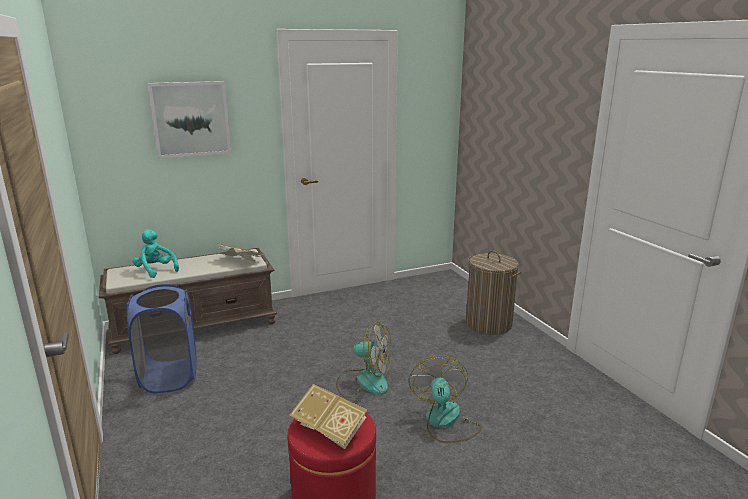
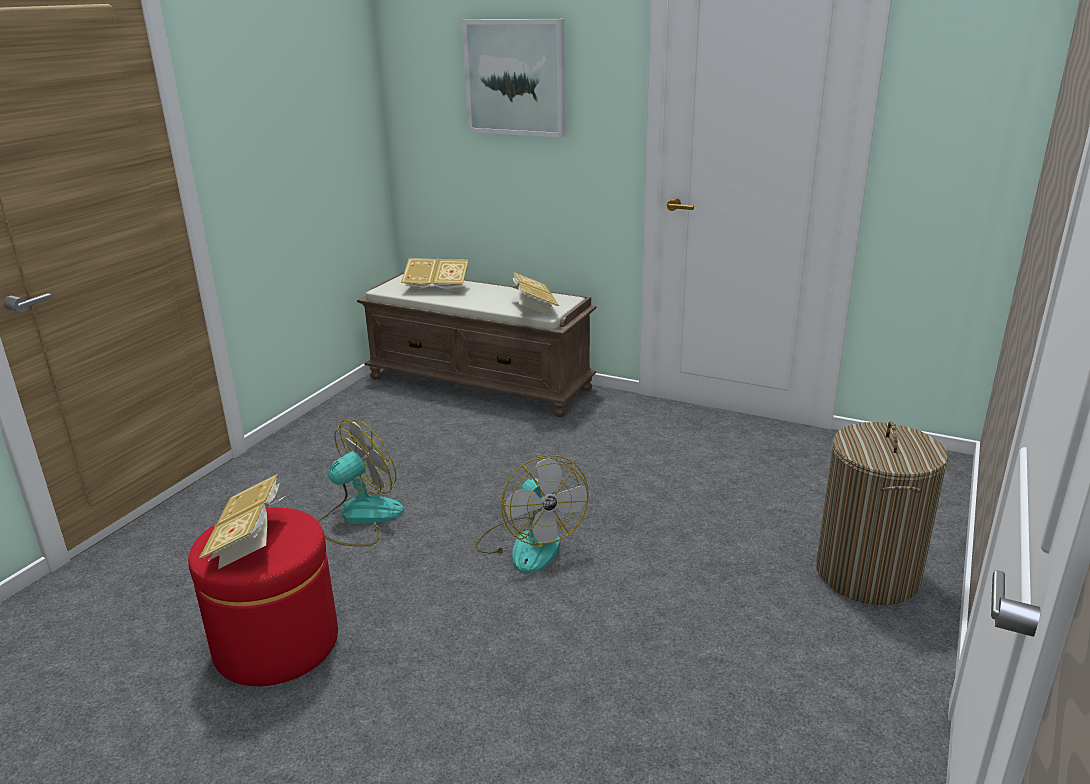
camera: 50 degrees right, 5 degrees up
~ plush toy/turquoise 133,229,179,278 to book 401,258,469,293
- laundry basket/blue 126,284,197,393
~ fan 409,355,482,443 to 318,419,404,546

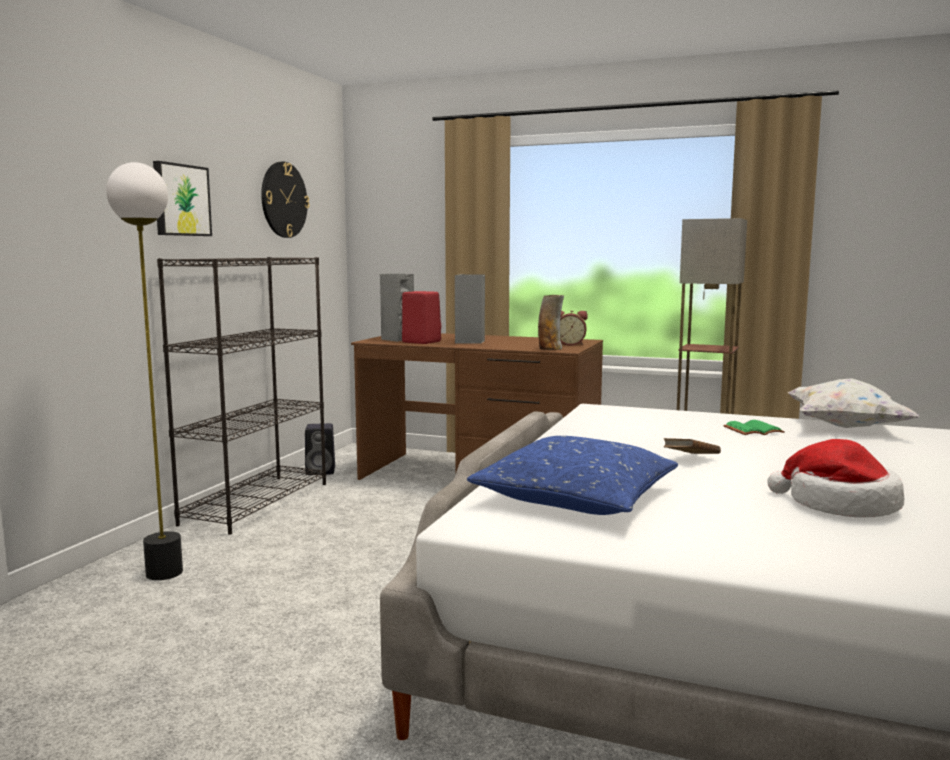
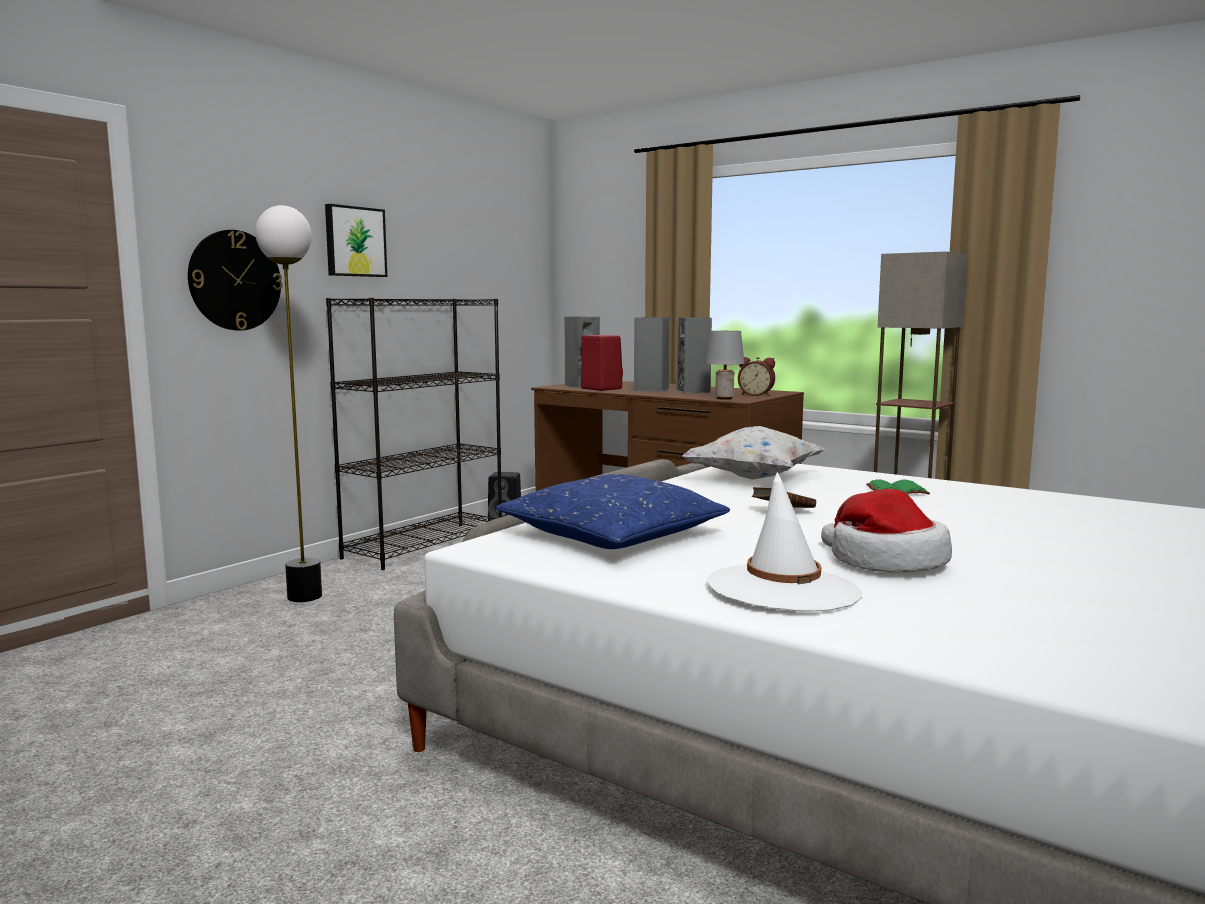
camera: 15 degrees right, 0 degrees up
~ wall clock 261,162,310,238 to 188,230,282,331
~ vase 538,295,564,350 to table lamp/grey 706,331,744,400
~ pillow/white 788,378,920,428 to 683,426,824,480
+ speaker/grey 676,317,712,393
+ hat/white 707,472,862,611

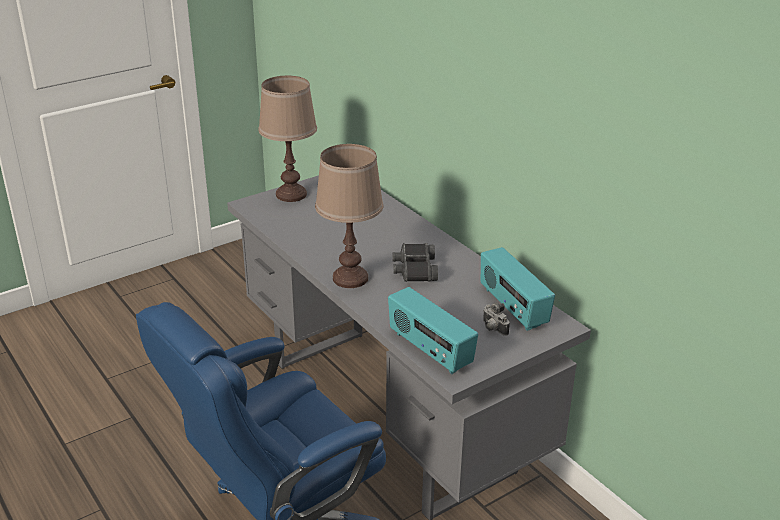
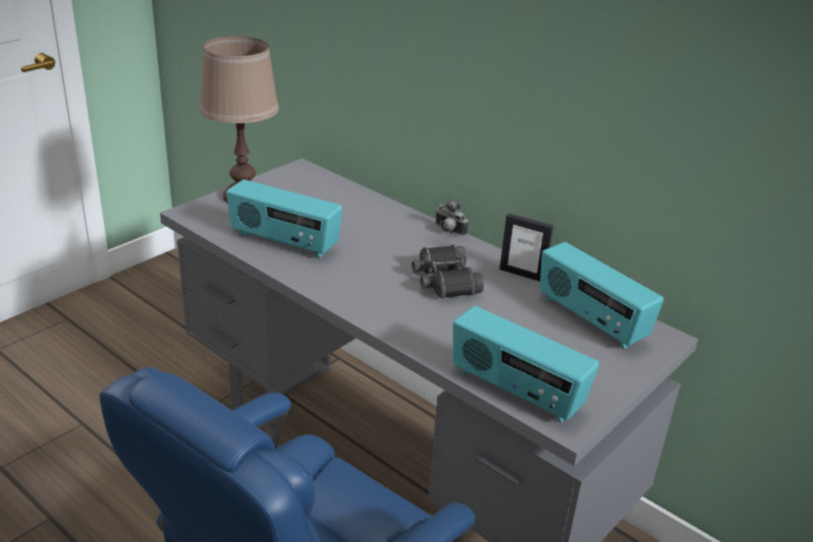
camera: 15 degrees left, 0 degrees up
- table lamp/brown 315,144,384,288
~ photo camera 483,302,510,336 to 435,200,468,236
+ radio 226,179,343,258
+ picture frame 499,213,553,281

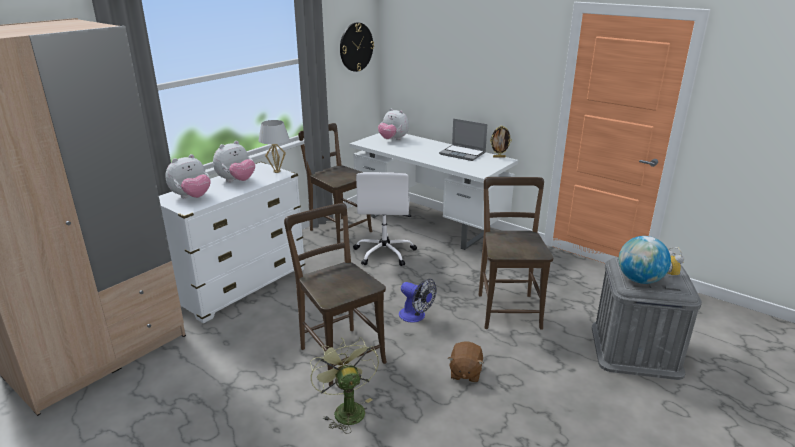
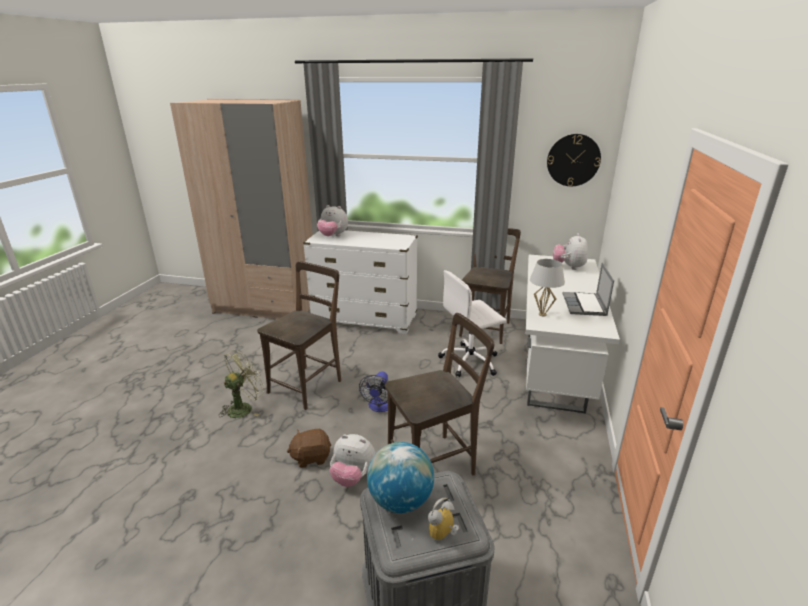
camera: 65 degrees right, 0 degrees up
~ table lamp/white 258,120,289,173 to 530,259,565,317
- picture frame 490,126,512,158
~ plush toy 213,141,255,182 to 330,434,376,487

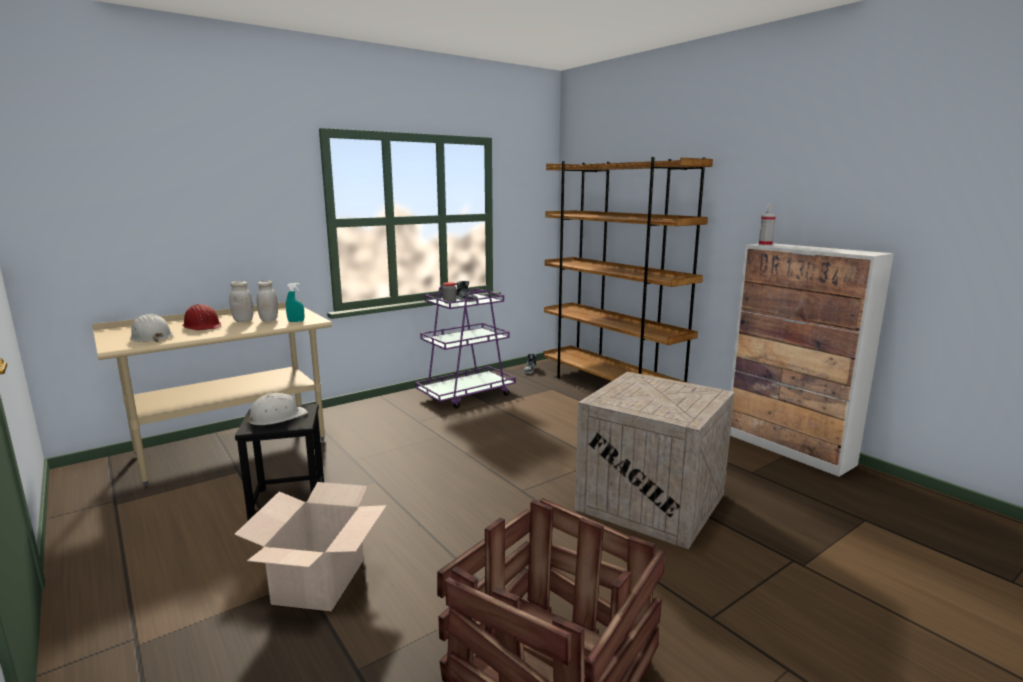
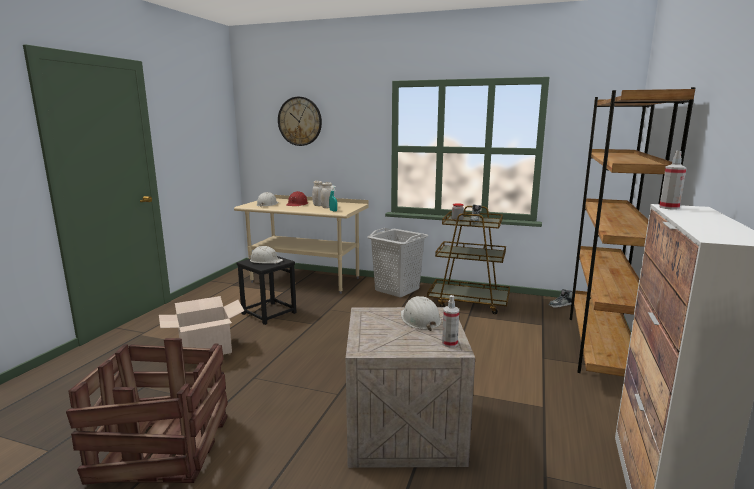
camera: 55 degrees right, 0 degrees up
~ cart/purple 415,283,516,409 to cart/brown 427,206,510,314
+ wall clock 278,97,322,146
+ laundry basket/grey 367,228,428,297
+ spray bottle 442,295,459,347
+ hard hat/white 401,296,442,331

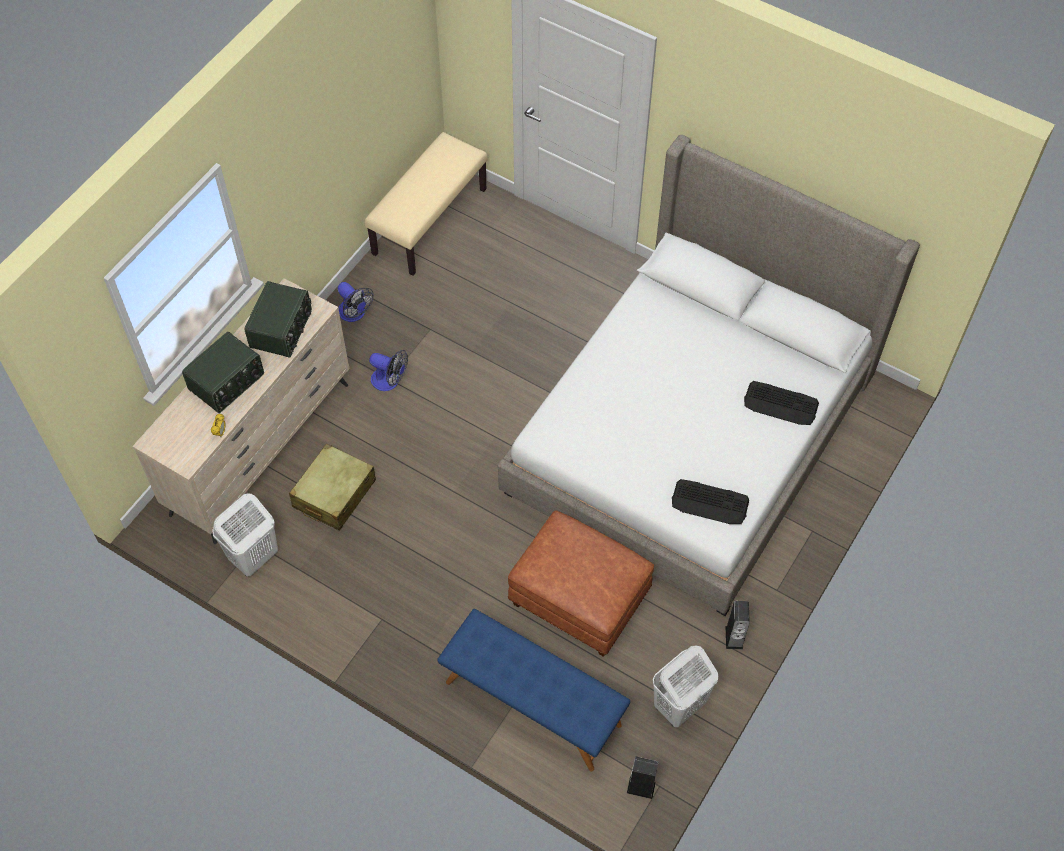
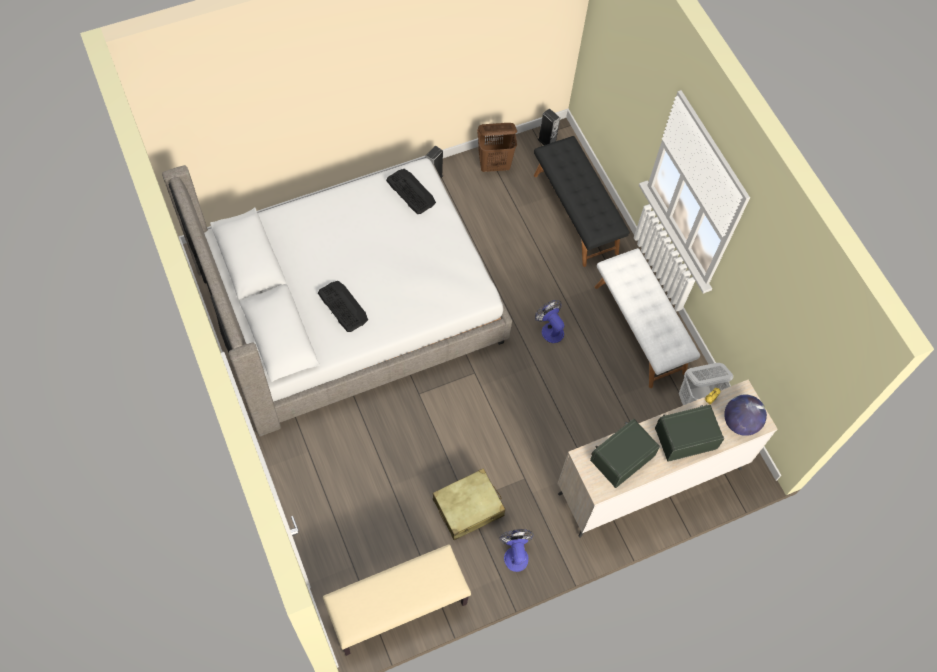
camera: 150 degrees left, 5 degrees up
~ fan 369,350,408,391 to 535,300,564,343
~ keyboard 744,381,819,425 to 318,281,368,332
~ suitcase/beige 289,444,376,531 to 433,468,505,540
- ottoman/brown 508,510,654,657
~ bench/blue 437,609,630,771 to bench/black 534,136,629,267
~ laundry basket/white 653,646,718,727 to laundry basket/brown 477,123,517,172
+ bench/white 595,248,700,388
+ globe 724,395,767,436

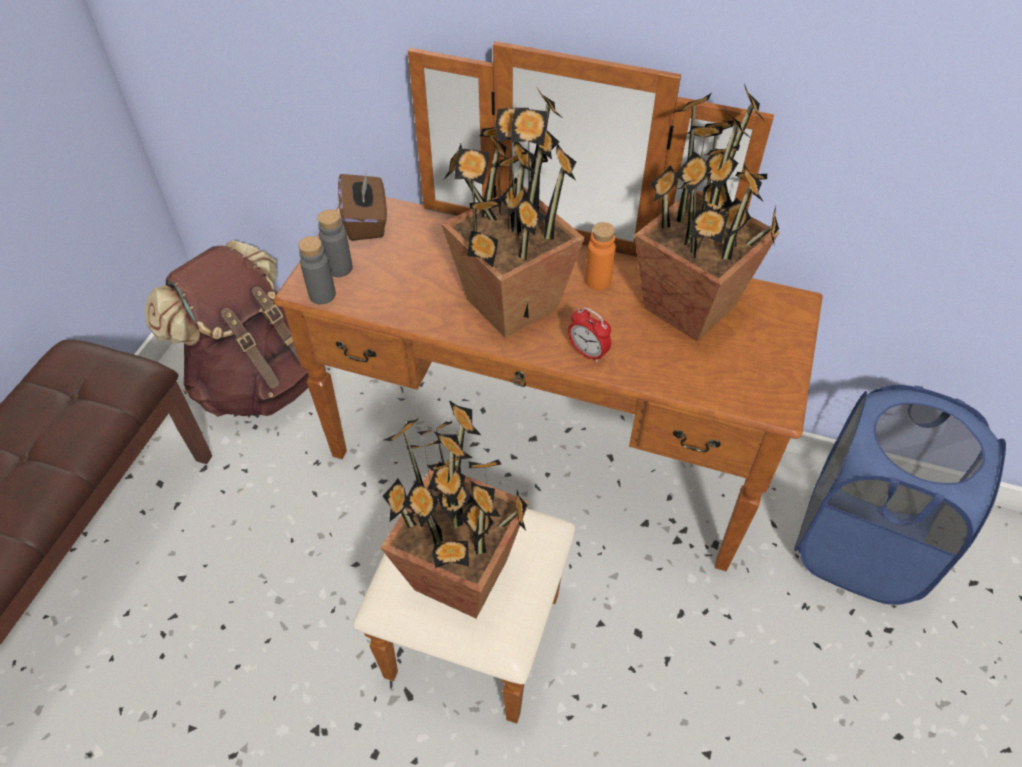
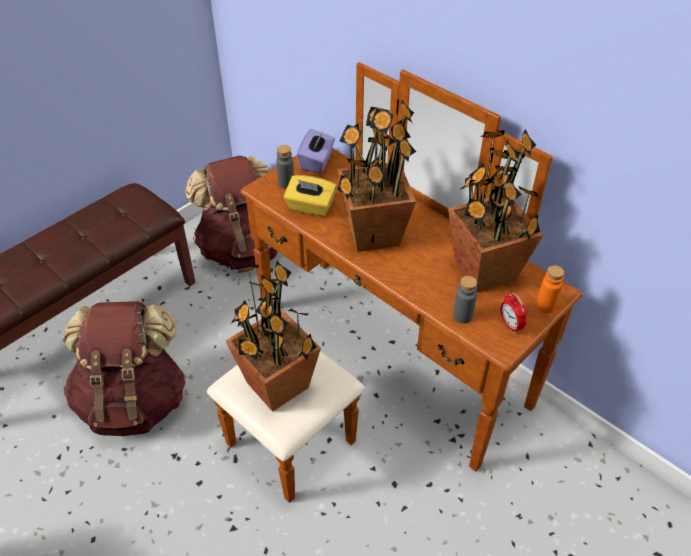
camera: 25 degrees right, 5 degrees down
~ tissue box/brown 338,171,387,241 to tissue box/purple 297,129,335,173
~ bottle/orange 585,222,616,290 to 536,265,564,313
~ bottle/grey 298,236,336,305 to 453,276,477,324
~ alarm clock 568,307,611,363 to 500,293,528,334
- laundry basket/blue 794,385,1006,605
+ tissue box/yellow 284,175,336,217
+ backpack/brown 62,301,186,436

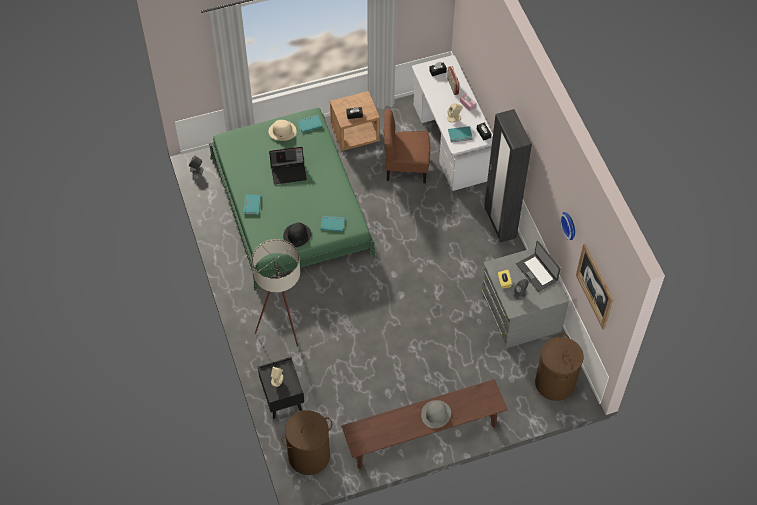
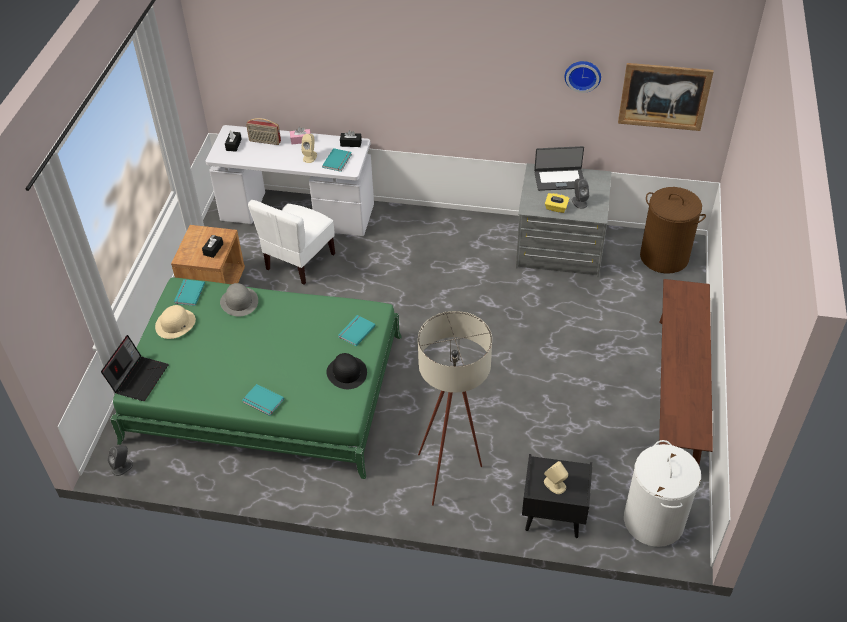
camera: 60 degrees left, 10 degrees down
~ chair/brown 384,109,430,184 to chair/white 248,200,335,285
- wardrobe/black 484,109,532,243
~ laptop 269,147,307,184 to 101,335,169,401
~ hat/grey 421,400,451,428 to 220,283,258,316
~ laundry basket/brown 282,410,332,475 to laundry basket/white 624,440,701,547

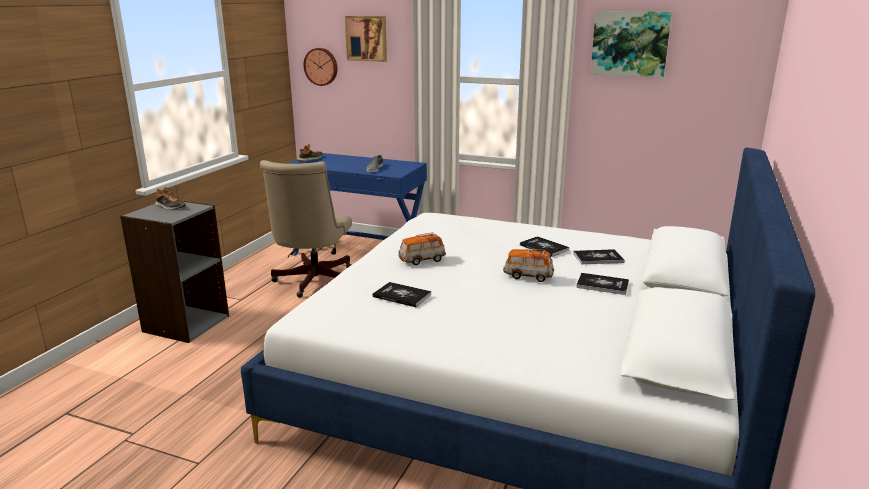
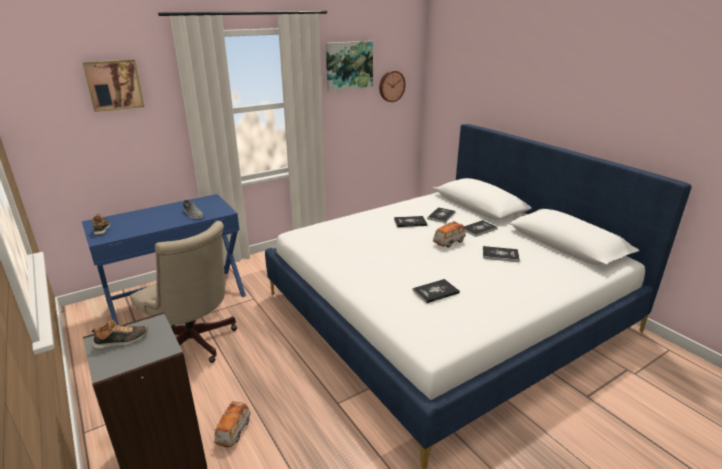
camera: 55 degrees left, 5 degrees up
~ wall clock 303,48,337,86 to 379,71,406,102
~ toy car 398,232,446,265 to 214,401,251,447
+ book 483,246,520,262

